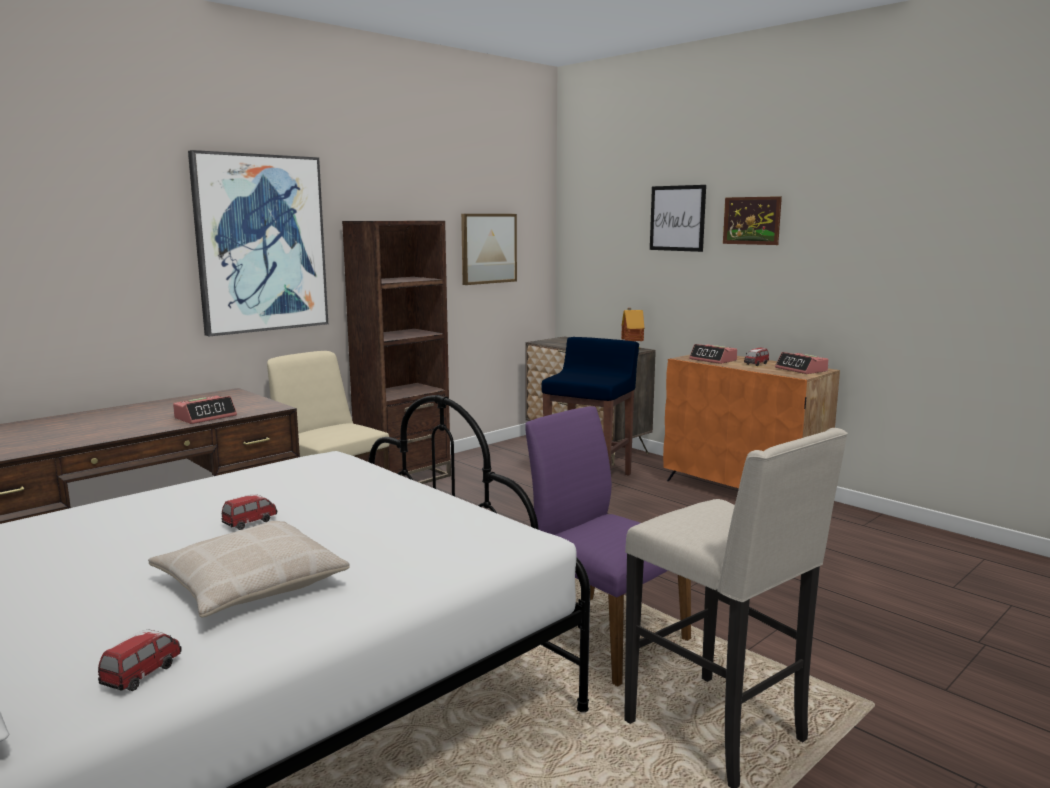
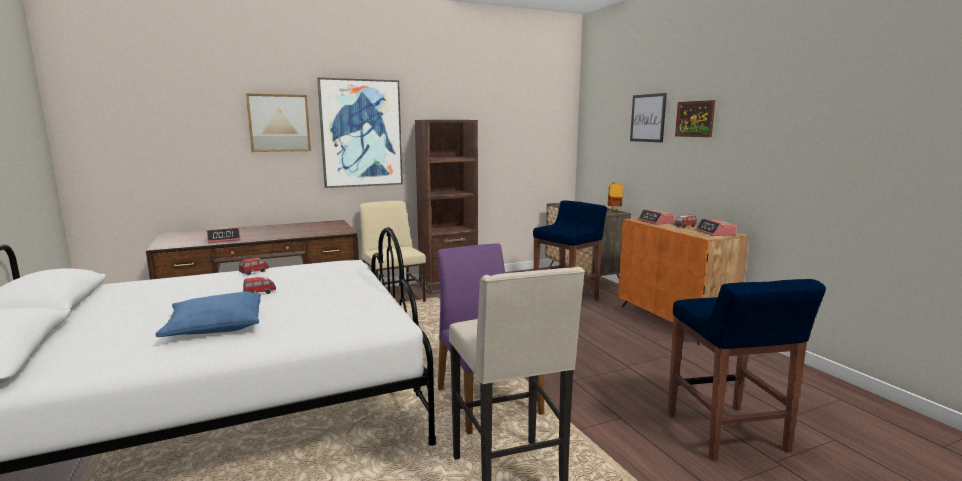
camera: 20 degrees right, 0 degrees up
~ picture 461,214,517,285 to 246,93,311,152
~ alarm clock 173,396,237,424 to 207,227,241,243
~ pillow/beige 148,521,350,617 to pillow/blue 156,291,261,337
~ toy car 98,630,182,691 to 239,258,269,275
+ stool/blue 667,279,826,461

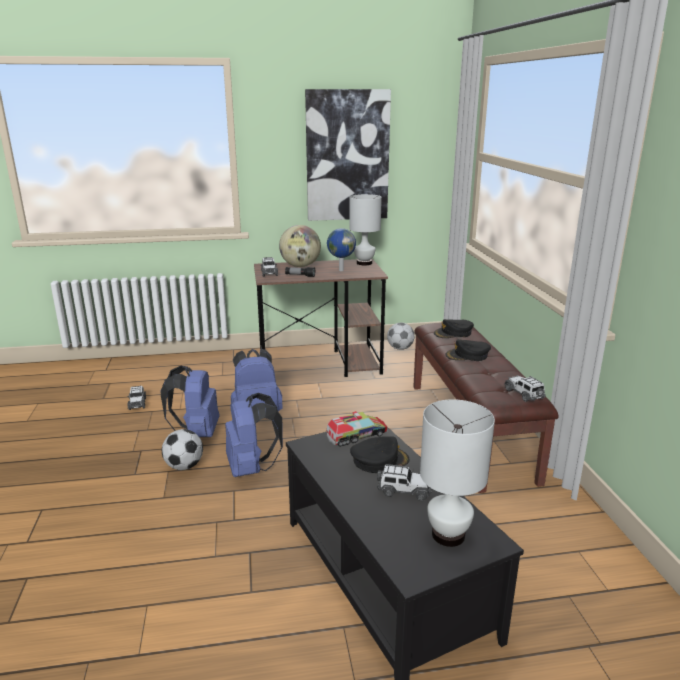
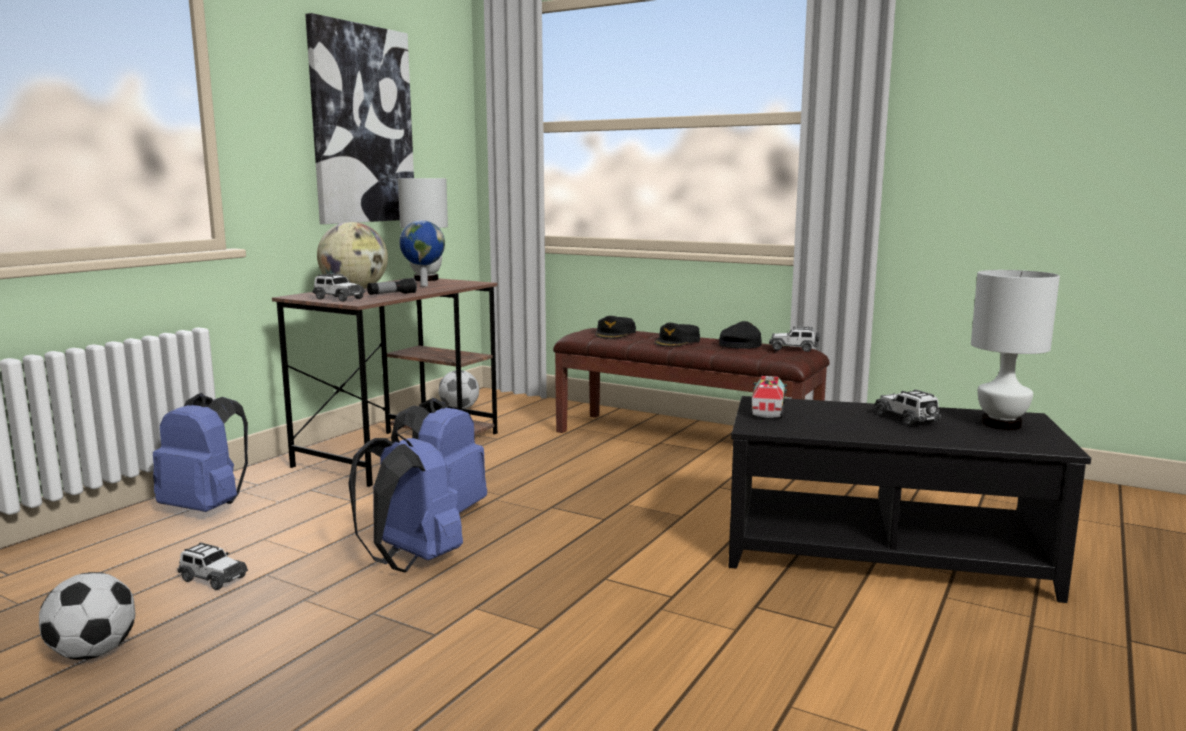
camera: 50 degrees left, 10 degrees down
~ backpack/blue 225,393,283,477 to 153,393,248,512
~ football 162,429,203,470 to 39,572,135,660
~ cap/black 350,436,410,473 to 719,321,762,349
~ toy car 377,464,432,501 = 874,389,941,426 75 degrees counterclockwise

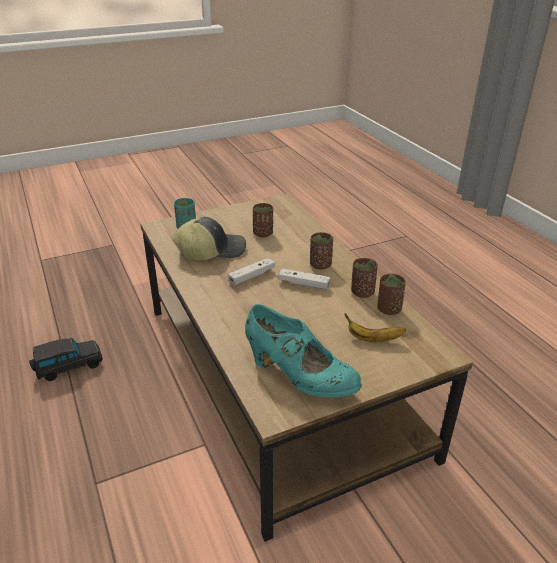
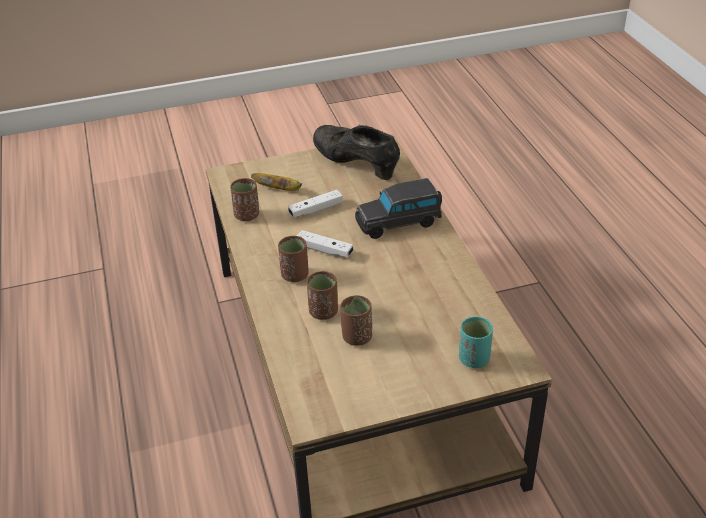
camera: 170 degrees left, 5 degrees up
- cap 172,216,246,260
~ game controller/white 228,258,275,286 to 288,190,343,218
~ cup/brown 351,258,378,298 to 307,271,338,320
~ shoe/turquoise 245,304,362,397 to shoe/black 313,124,400,180
~ toy car/black 29,338,102,381 to 355,178,442,239

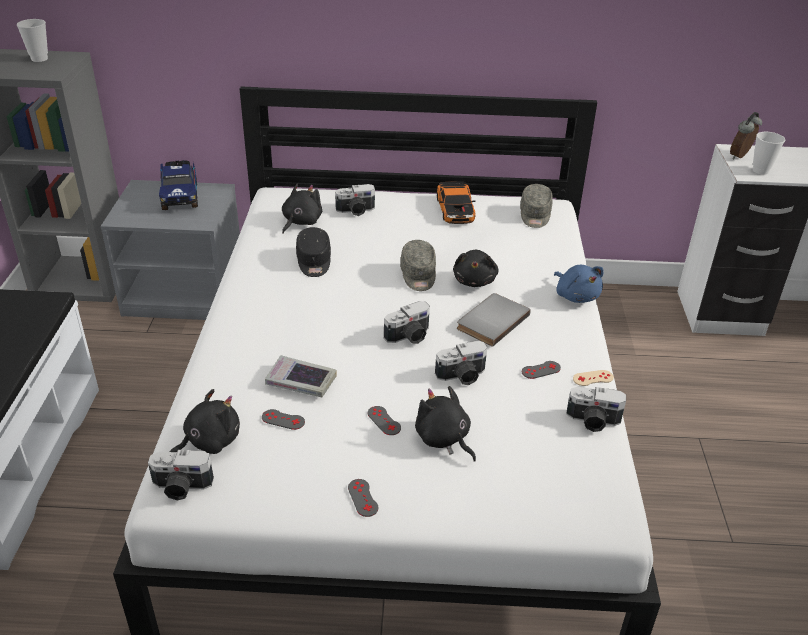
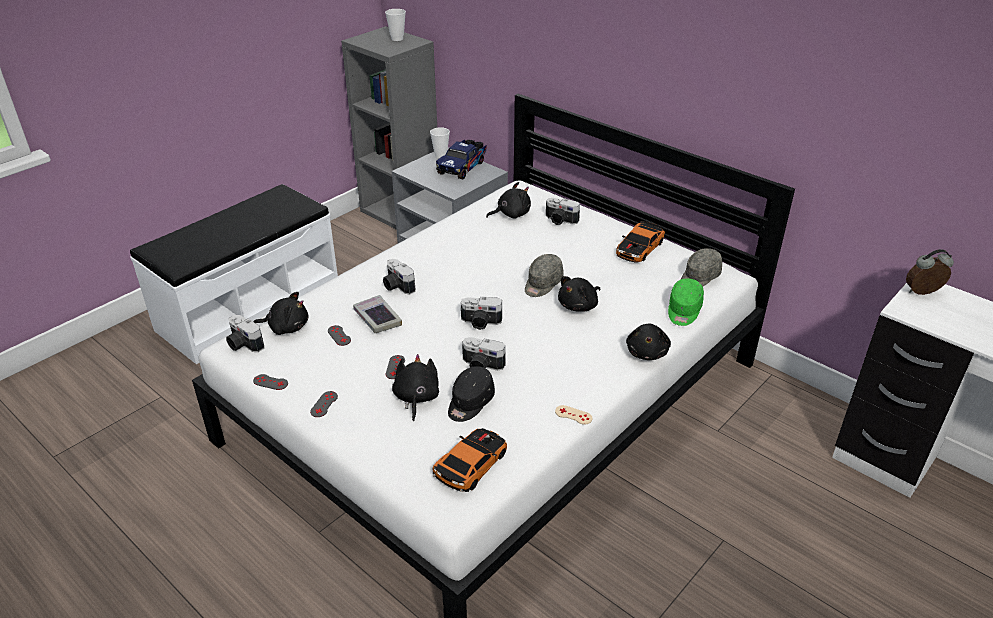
camera: 40 degrees right, 0 degrees up
~ cup 753,132,785,175 to 430,127,450,158
~ cap/black 296,227,331,277 to 448,366,495,422
~ plush toy/blue 554,265,603,303 to plush toy/black 626,324,671,360
- book/grey 457,293,531,347
~ game controller/grey 522,361,561,379 to 253,374,288,390
~ photo camera 566,387,626,432 to 383,259,415,295
+ cap/green 668,278,704,326
+ toy car 433,428,507,492

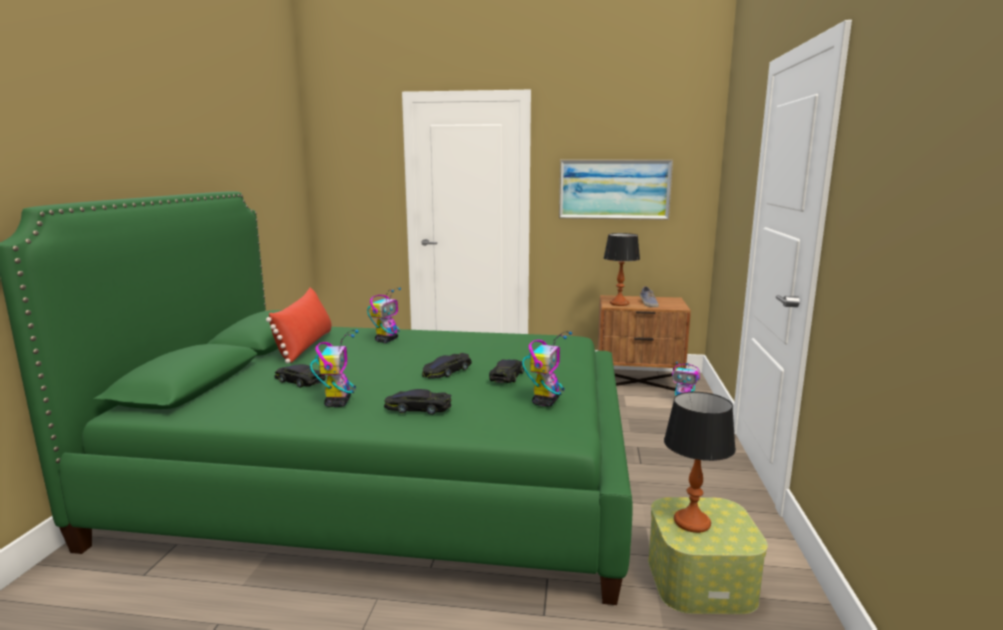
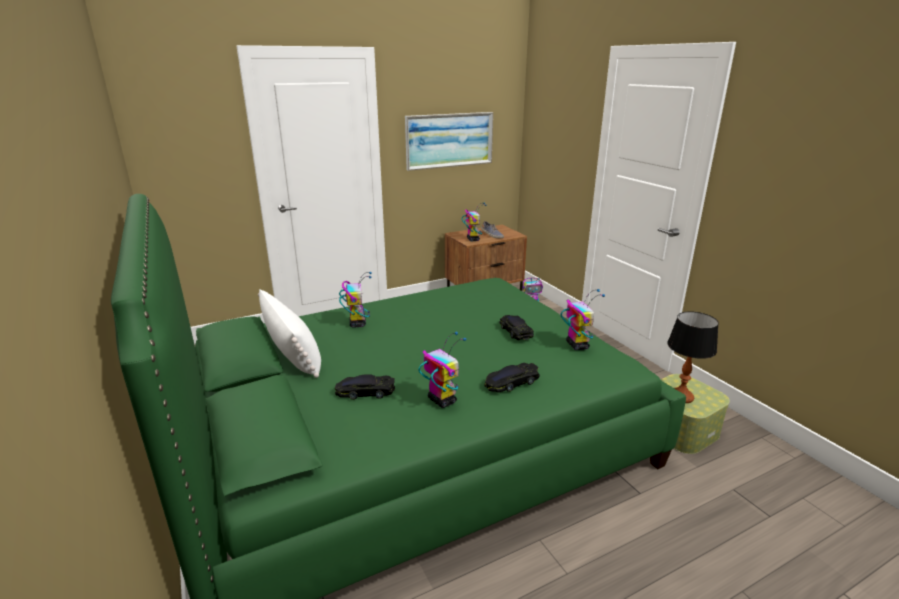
camera: 35 degrees left, 10 degrees up
~ table lamp 604,233,640,306 to toy robot 462,202,487,241
~ pillow/red 266,288,331,364 to pillow/white 258,289,321,378
- toy car/black 422,353,472,379

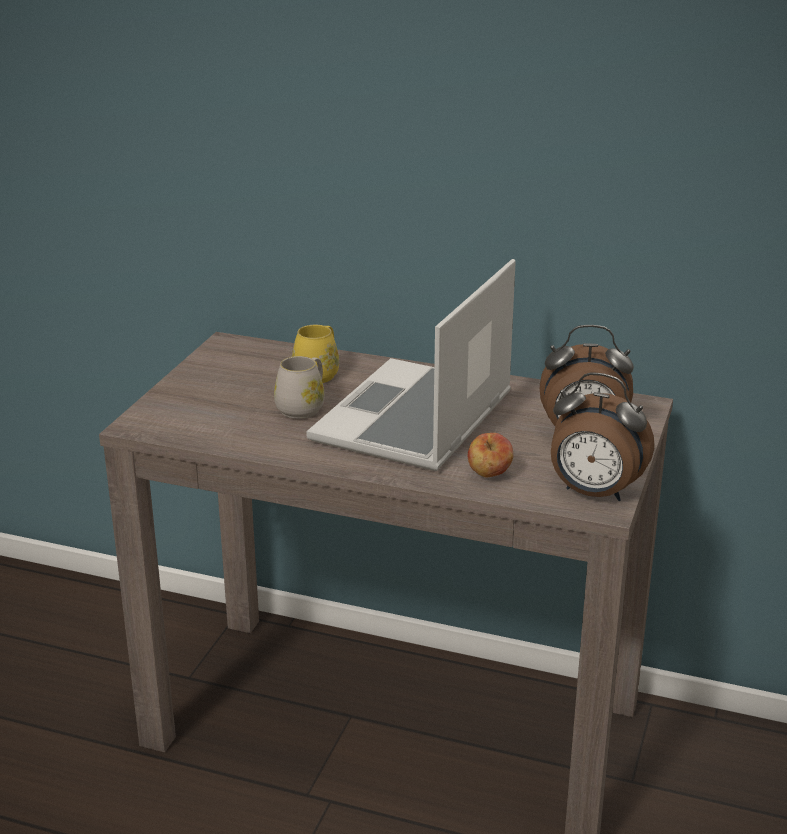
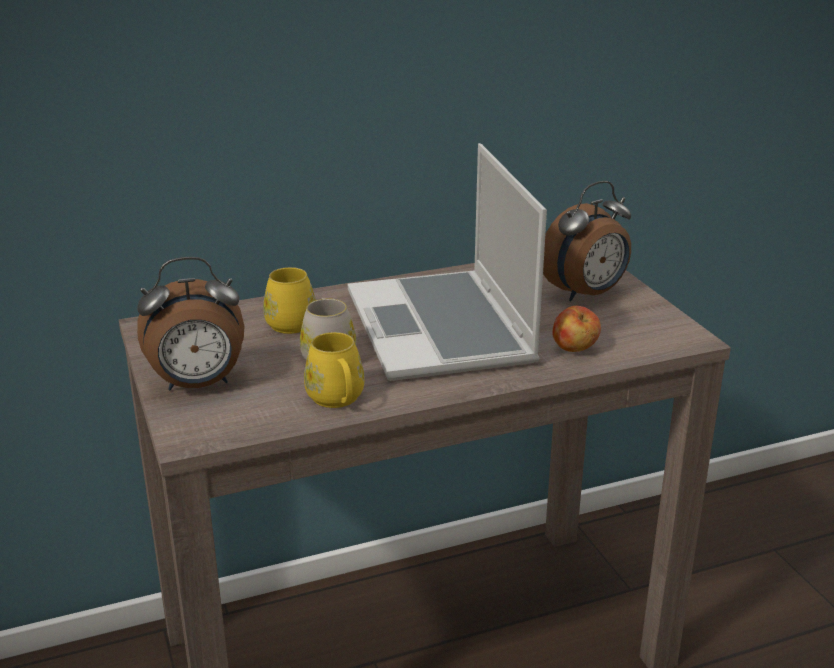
camera: 40 degrees left, 0 degrees up
~ alarm clock 551,372,654,501 to 137,257,244,390
+ mug/yellow 304,332,365,408

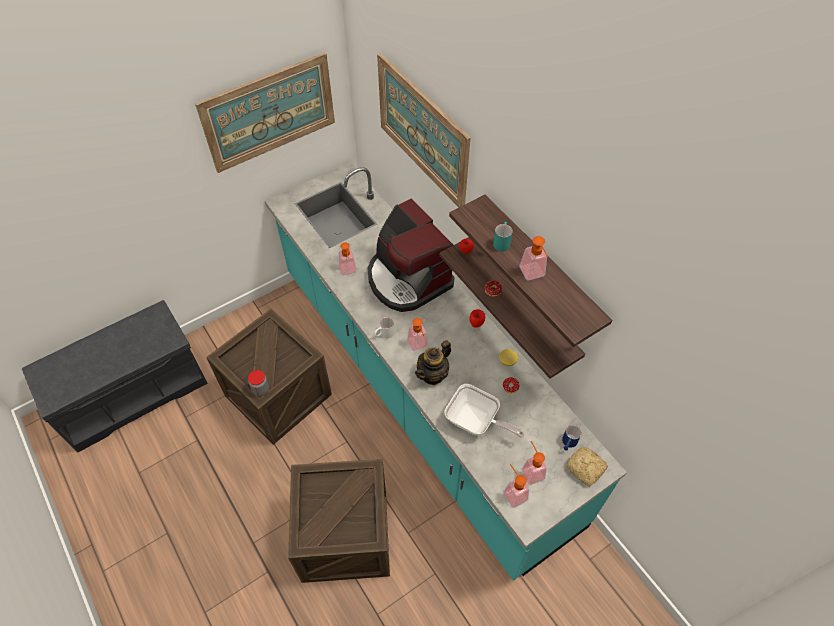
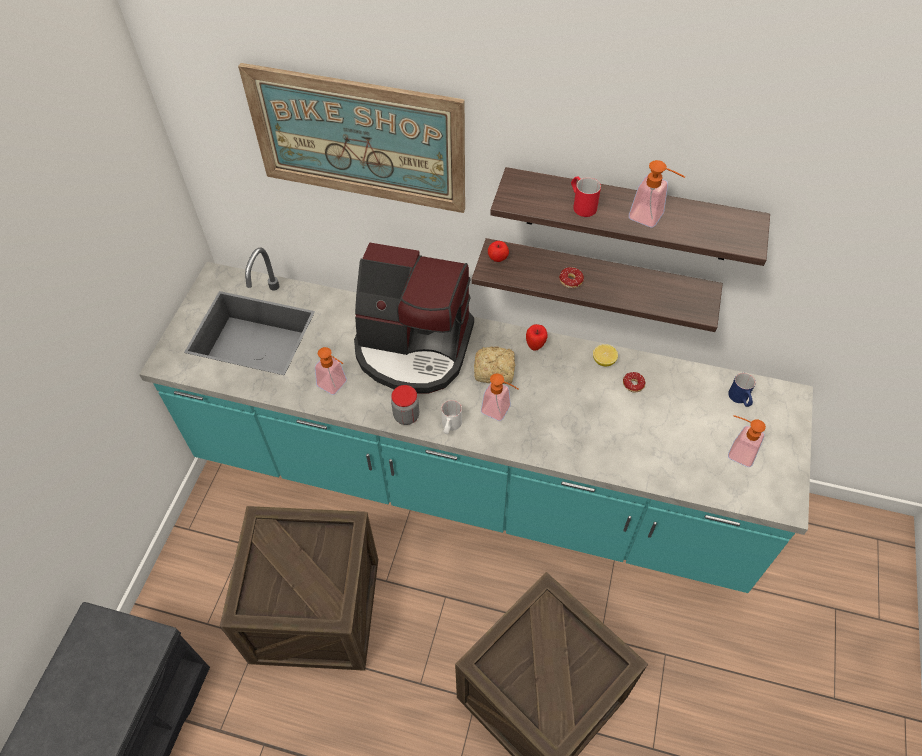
camera: 40 degrees left, 0 degrees up
- picture 195,53,335,173
~ mug/turquoise 493,222,513,252 to mug/red 571,176,601,217
- teapot 415,340,451,385
~ jar 248,370,269,396 to 391,385,419,425
- frying pan 445,384,525,438
~ bread 566,447,608,487 to 474,346,515,384
- soap dispenser 503,464,529,508

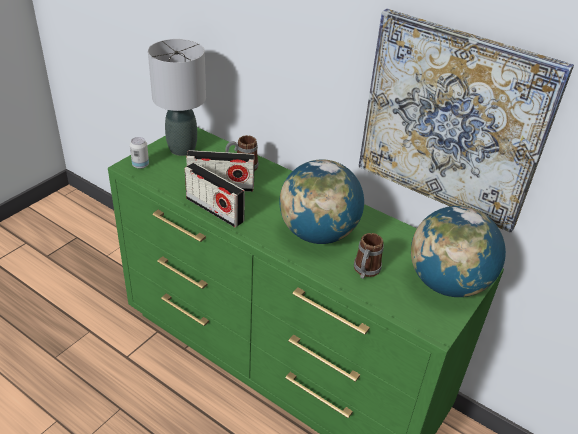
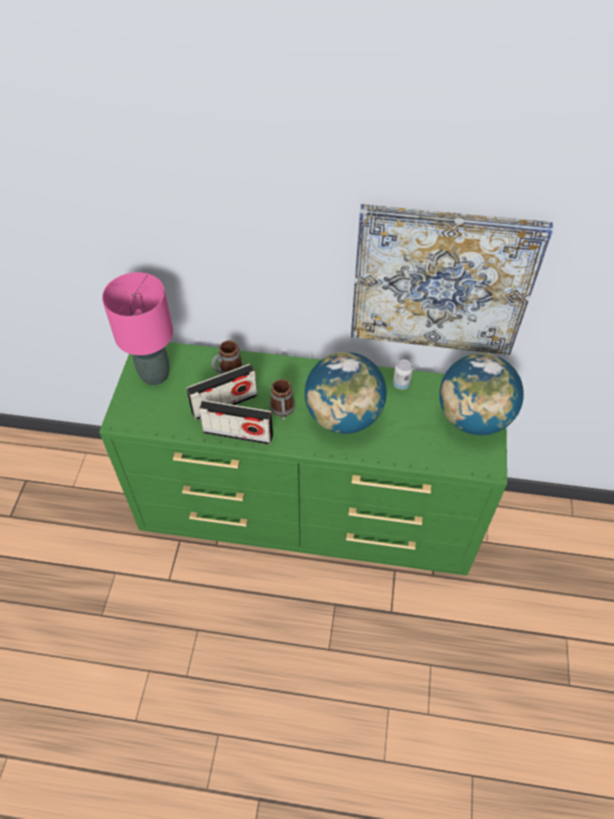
camera: 25 degrees left, 15 degrees up
~ table lamp/grey 148,39,206,156 to table lamp/pink 102,272,173,385
~ can 130,137,149,169 to 393,359,413,390
~ mug 354,233,384,279 to 270,379,295,420

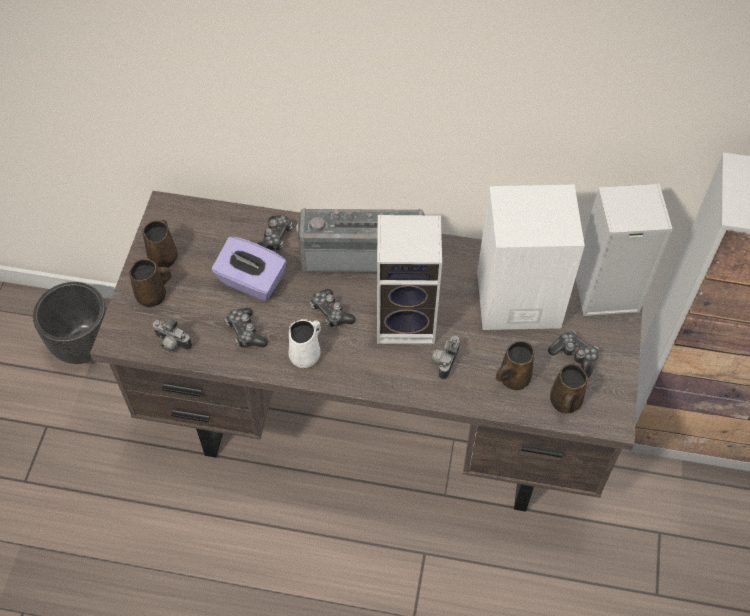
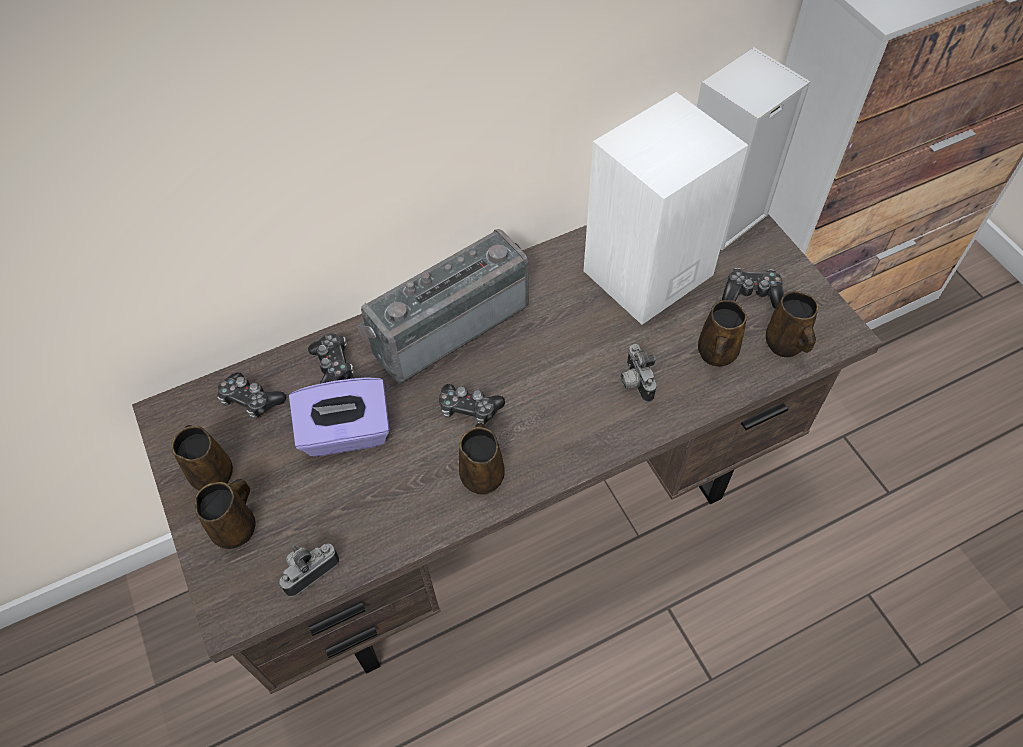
camera: 35 degrees left, 0 degrees up
- speaker 377,215,442,344
- planter/black 33,282,107,364
~ game controller 225,308,268,347 to 217,372,286,419
~ photo camera 152,318,192,352 = 279,544,340,597 150 degrees clockwise
~ mug/white 288,319,321,368 to mug/brown 459,423,505,495

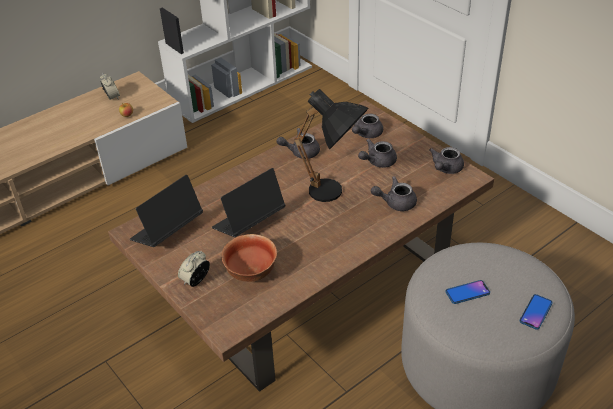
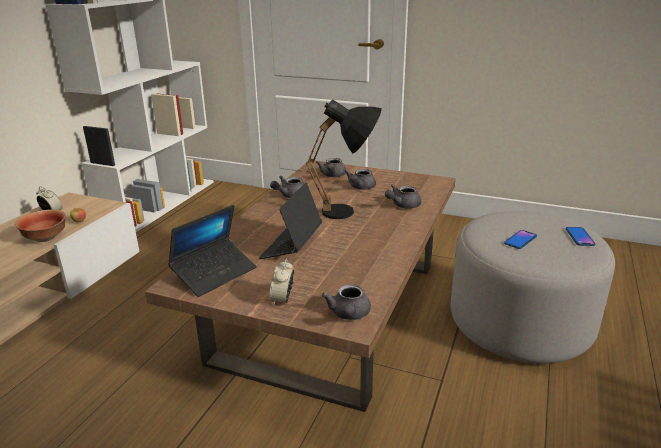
camera: 30 degrees left, 15 degrees down
~ teapot/grey 429,147,464,174 to 322,284,371,320
~ laptop 130,175,203,247 = 168,205,256,297 150 degrees counterclockwise
~ bowl 221,234,277,282 to 15,209,66,242

